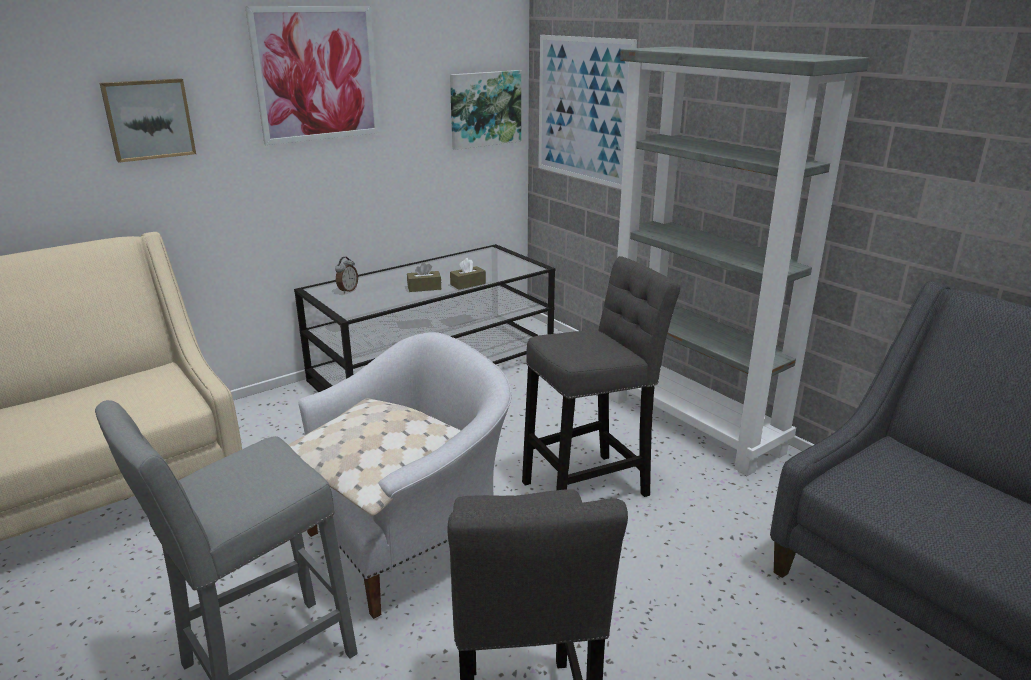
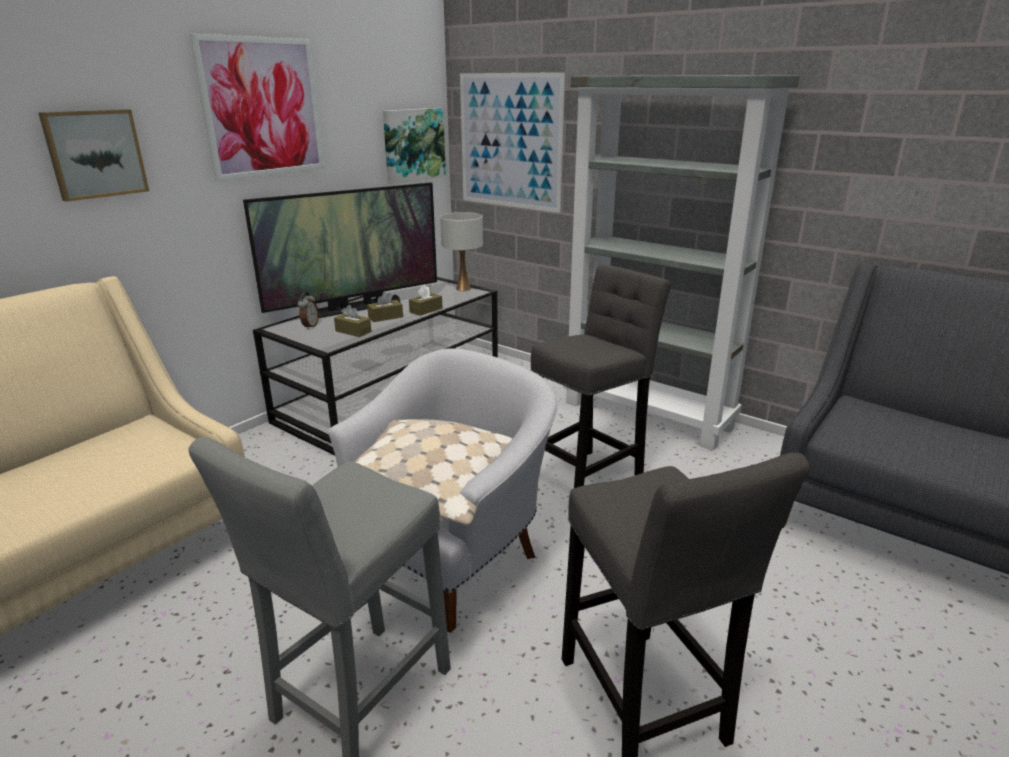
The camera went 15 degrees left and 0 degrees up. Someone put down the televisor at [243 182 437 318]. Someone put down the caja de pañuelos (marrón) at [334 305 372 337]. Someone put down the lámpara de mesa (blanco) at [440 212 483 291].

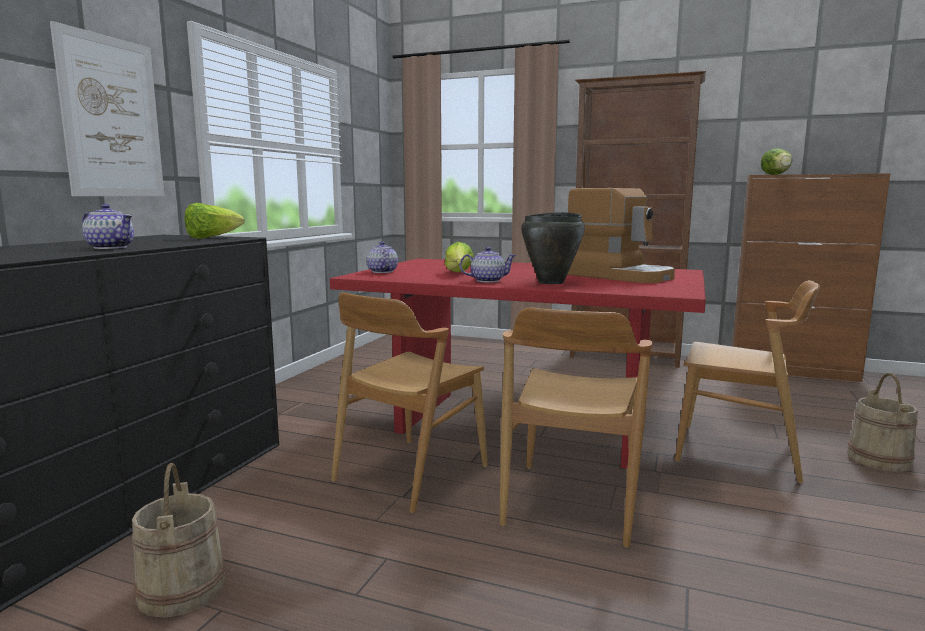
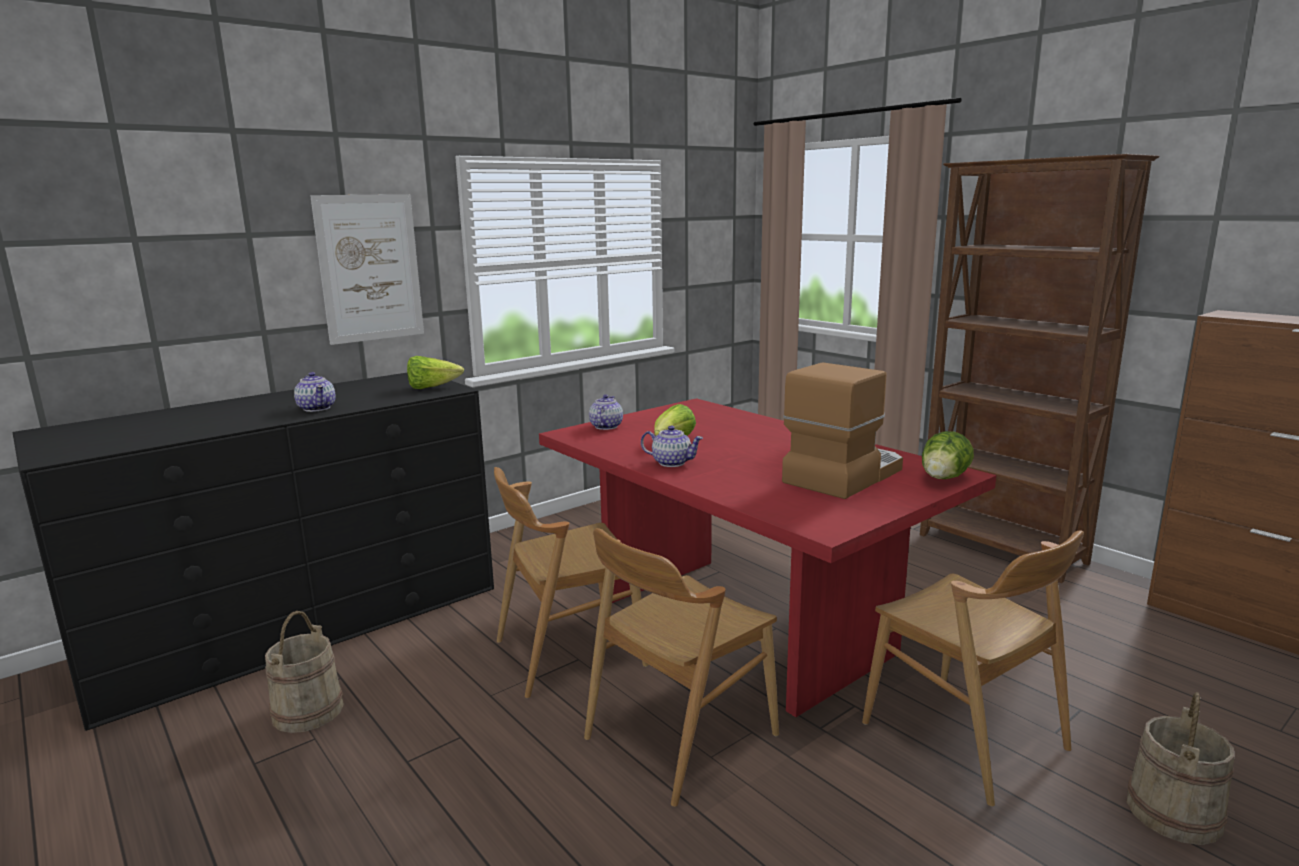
The camera went 30 degrees right and 5 degrees up. Someone took away the olla (negro) at [521 212 585 284]. Someone carried the lechuga from [761 148 792 175] to [922 431 974 479]. Someone rotated the cafetera at [567 188 675 283] by 120 degrees counterclockwise.

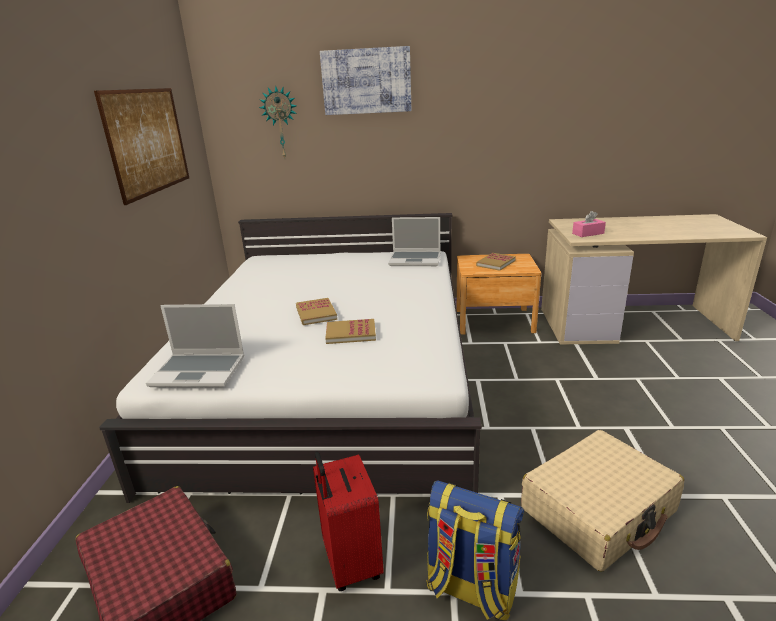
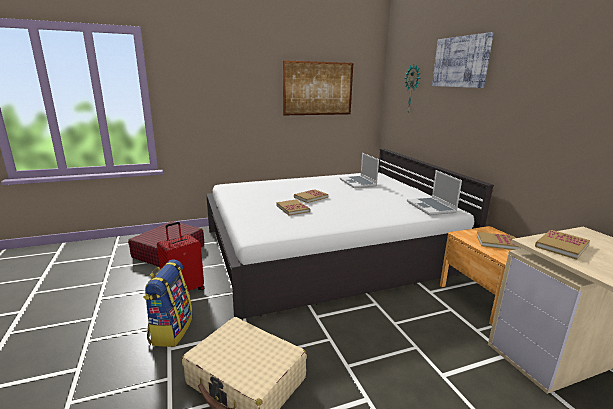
The camera went 65 degrees right and 5 degrees down. Someone carried the portátil from [146 304 245 387] to [340 153 379 188]. Someone swapped the caja de pañuelos (rosa) at [572 211 606 237] for the libro at [535 230 590 260].

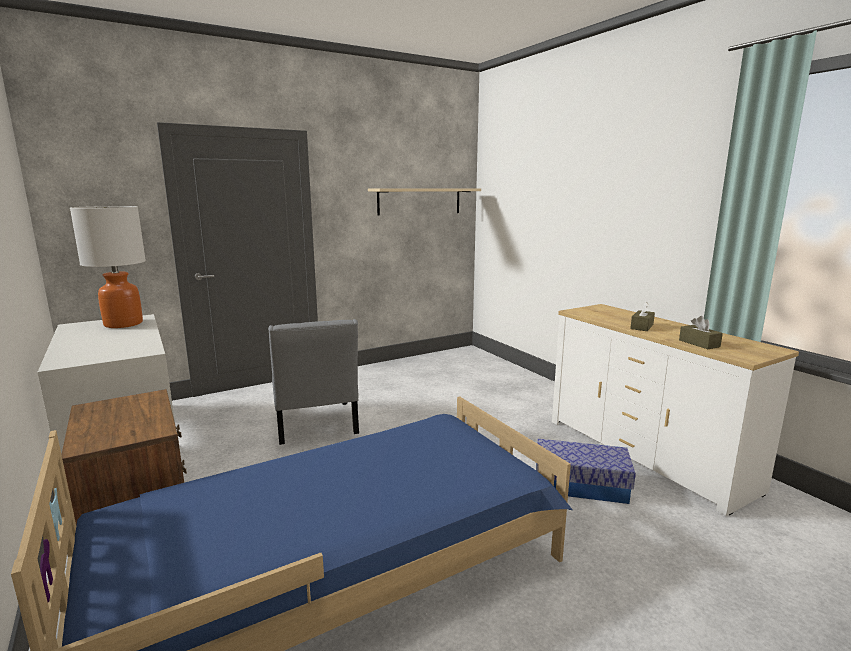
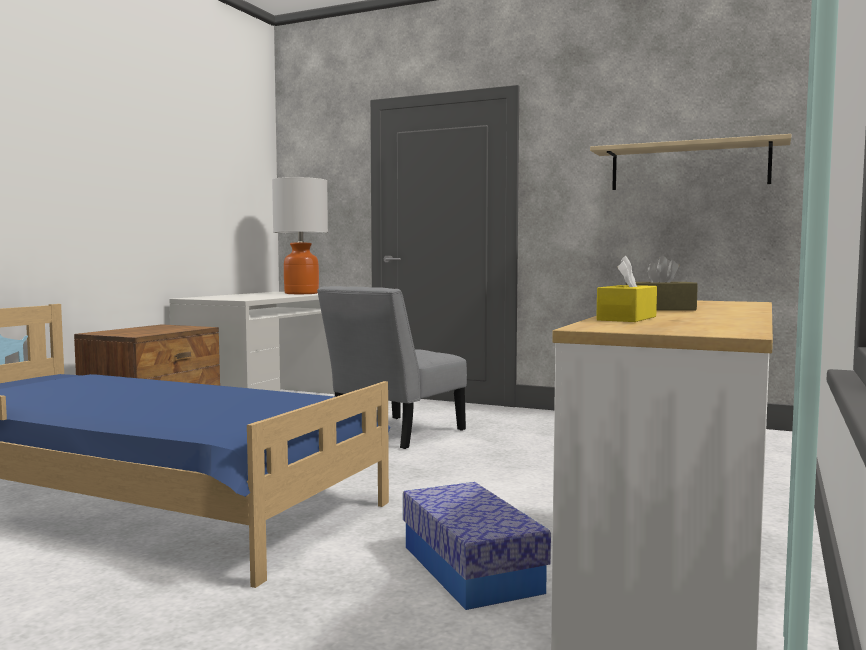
The camera went 55 degrees right and 10 degrees down. Someone repainted the caja de pañuelos (marrón) at [679 316 723 349], which became the caja de pañuelos (amarillo) at [596 256 657 322].

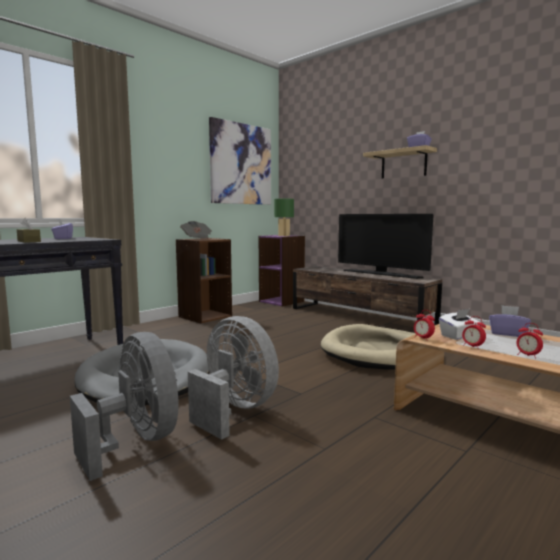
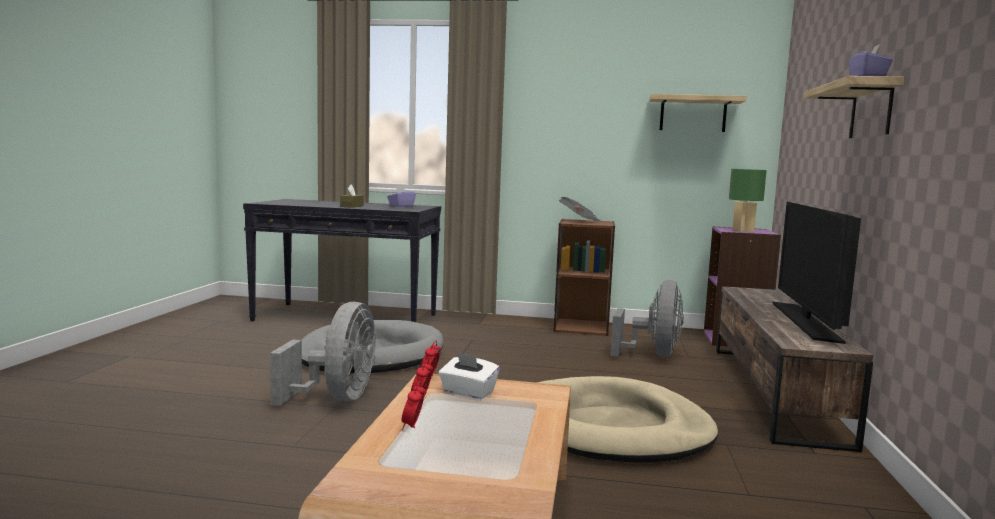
The camera went 55 degrees right and 0 degrees up. Someone took away the caja de pañuelos (morado) at [489 305 531 337]. Someone carried the ventilador (gris) from [70 332 178 481] to [610 280 684 357]. Someone swapped the cuadro at [209 117 271 205] for the estante at [649 94 747 132].

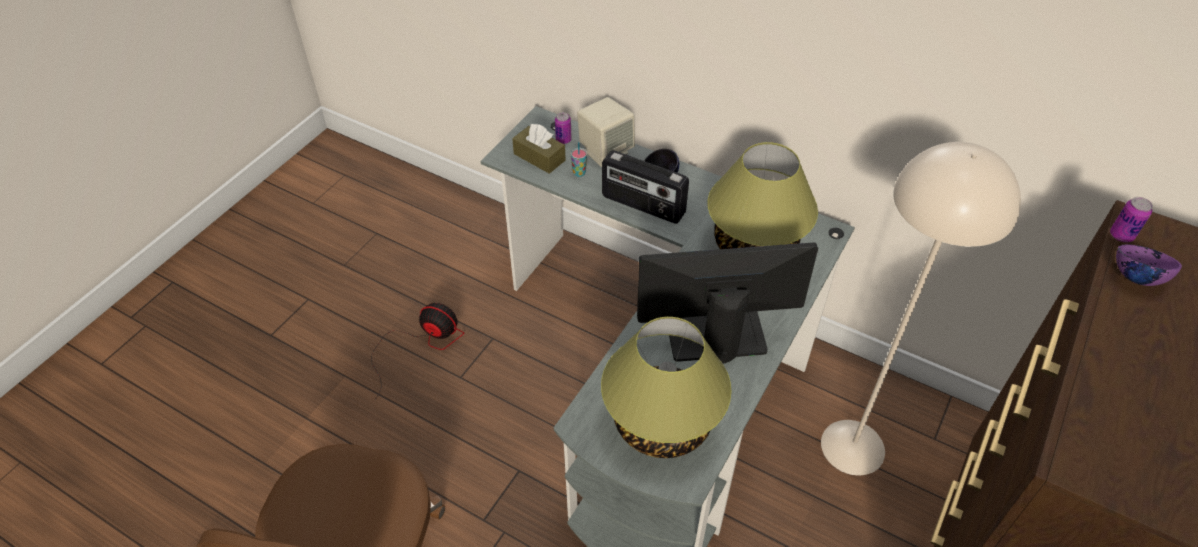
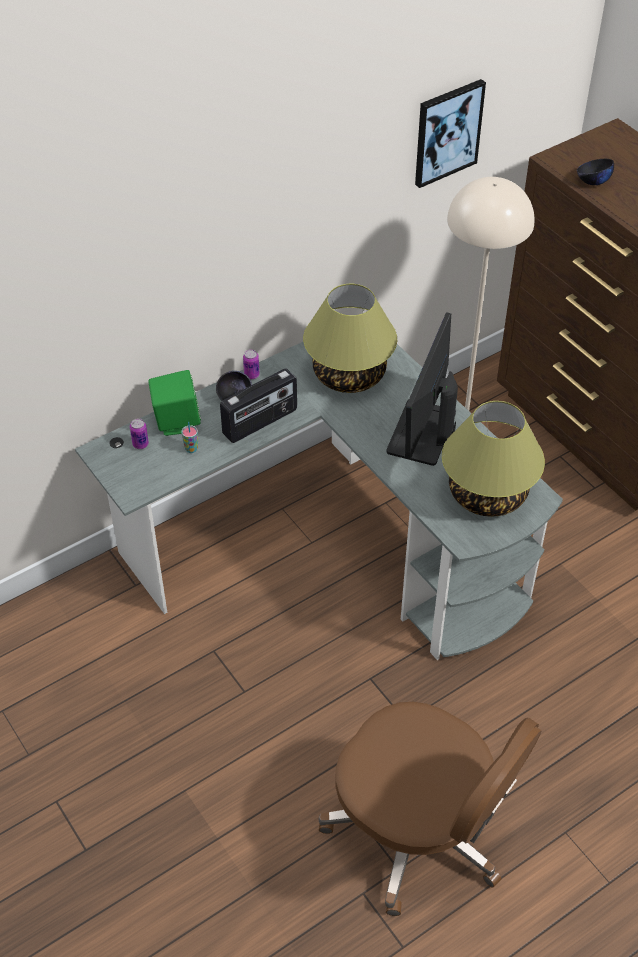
The camera went 65 degrees left and 0 degrees up. Someone took away the ventilador at [371 303 464 401]. Someone took away the caja de pañuelos (marrón) at [512 124 566 174]. Someone put up the cuadro at [415 79 486 188]. Someone carried the lata from [1110 197 1153 243] to [243 349 260 379]. Someone repainted the altavoz (beis) at [577 97 635 167], which became the altavoz (verde) at [148 370 201 436]. Someone repainted the cuenco (morado) at [1116 244 1182 286], which became the cuenco (negro) at [577 159 614 185].

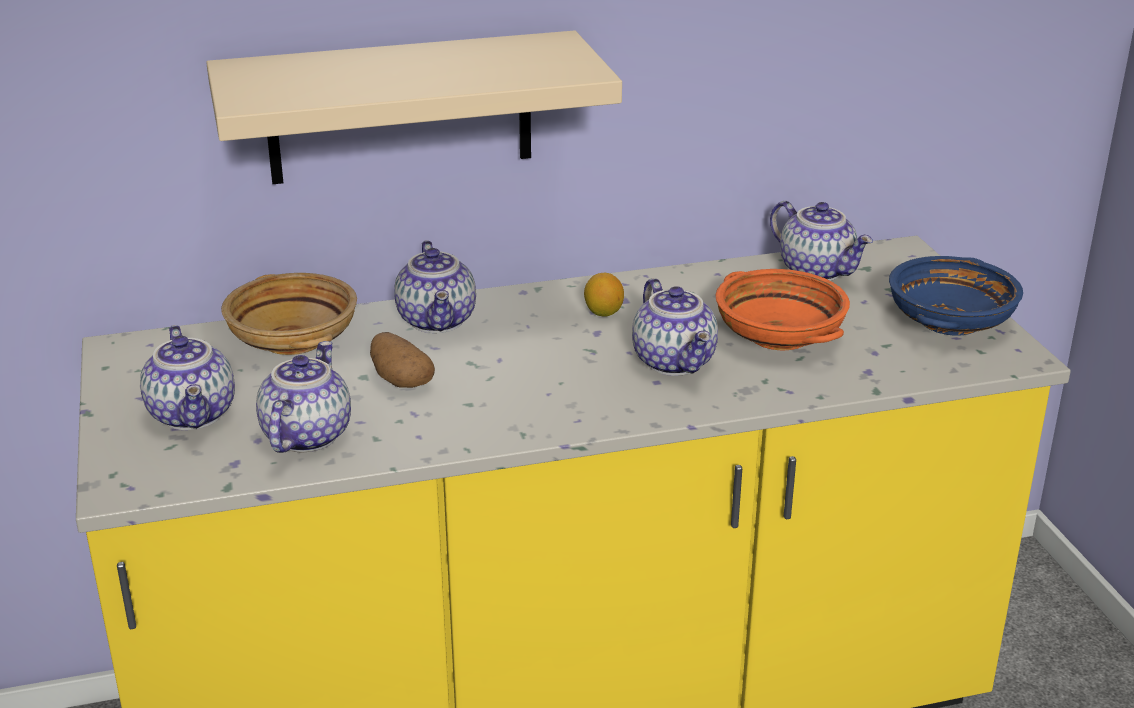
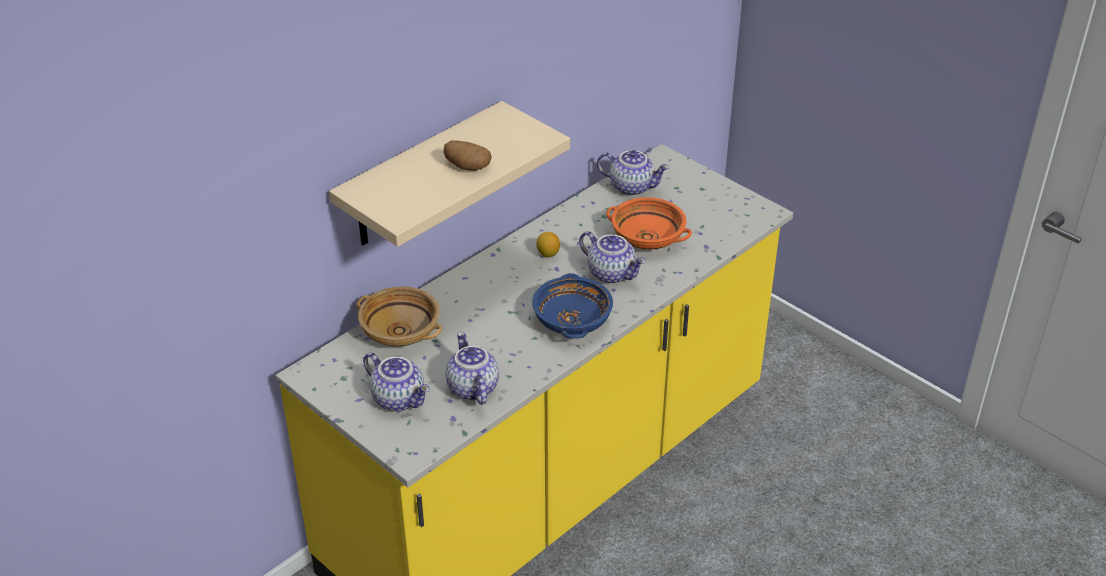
The camera went 30 degrees left and 10 degrees up. Someone took away the tetera at [394 241 476 333]. Someone carried the patata from [370 332 435 388] to [443 140 492 171]. Someone carried the cuenco (azul) from [889 256 1023 336] to [532 273 613 338].

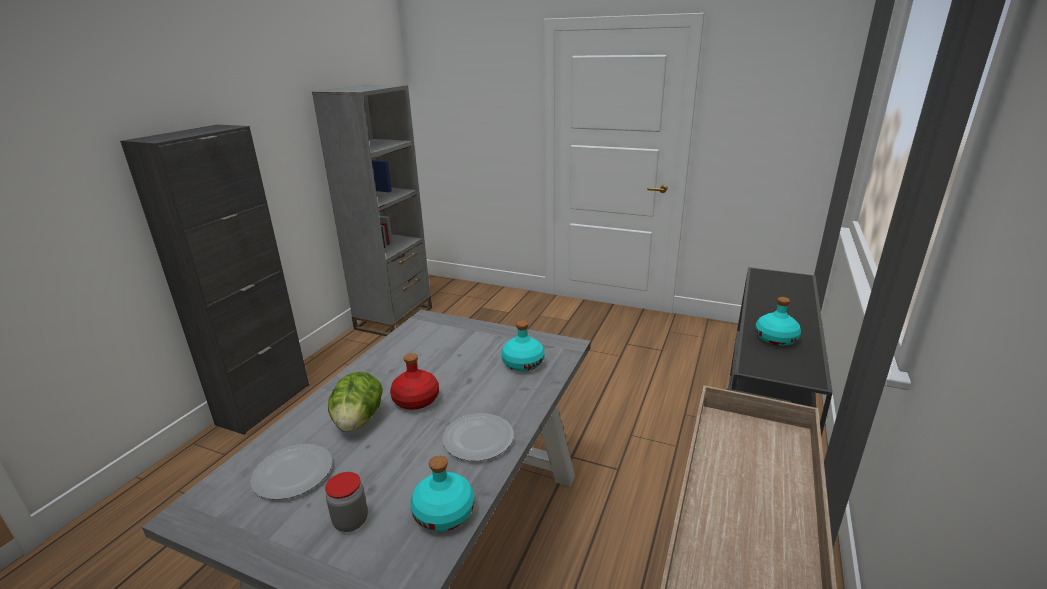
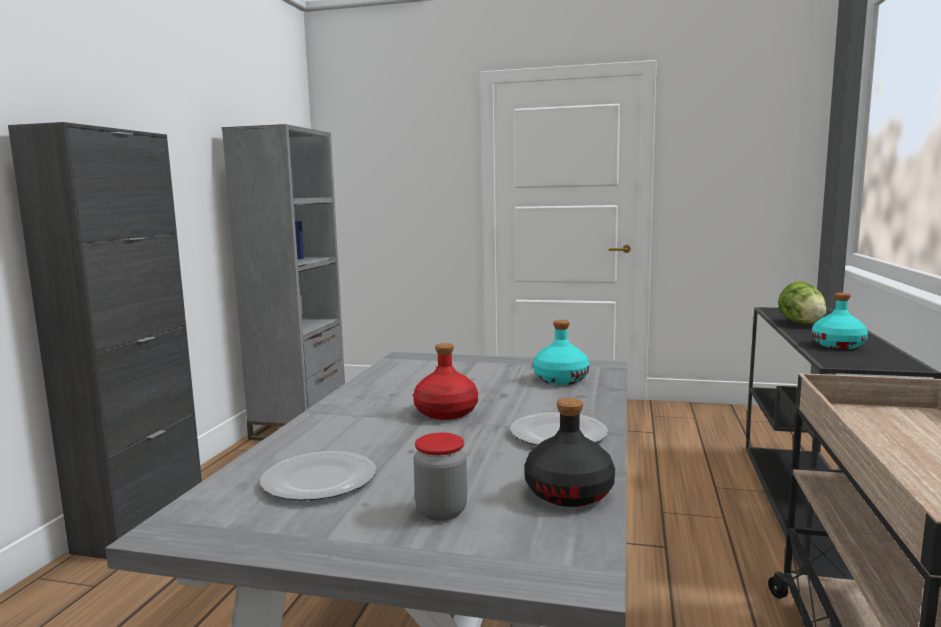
The camera went 10 degrees left and 15 degrees down. Someone carried the lechuga from [328 372 383 432] to [778 281 827 324]. Someone repainted the botella (turquesa) at [410 456 474 532], which became the botella (negro) at [524 398 615 507].

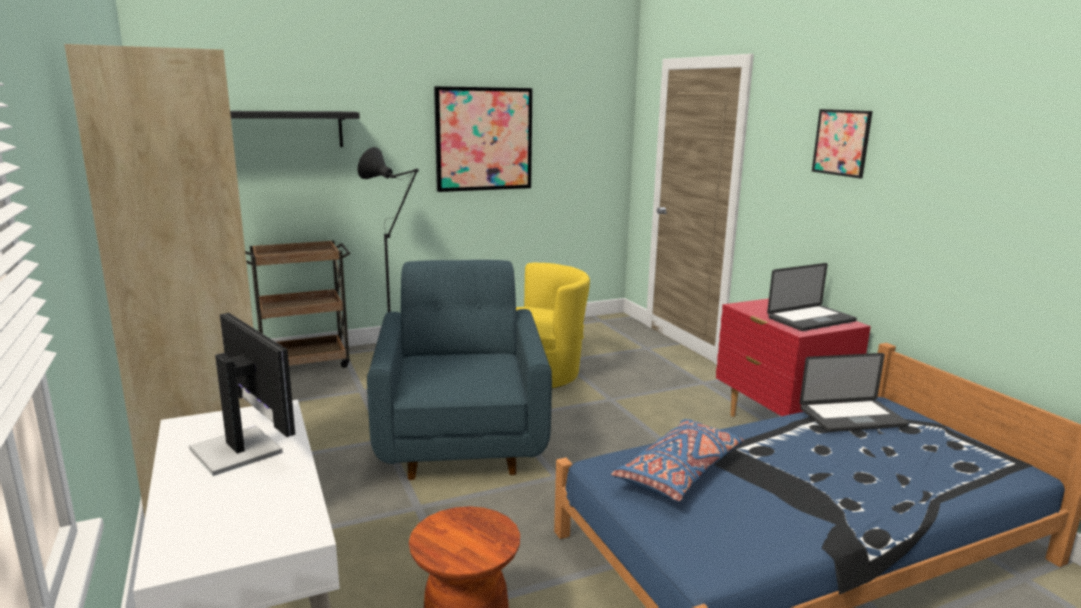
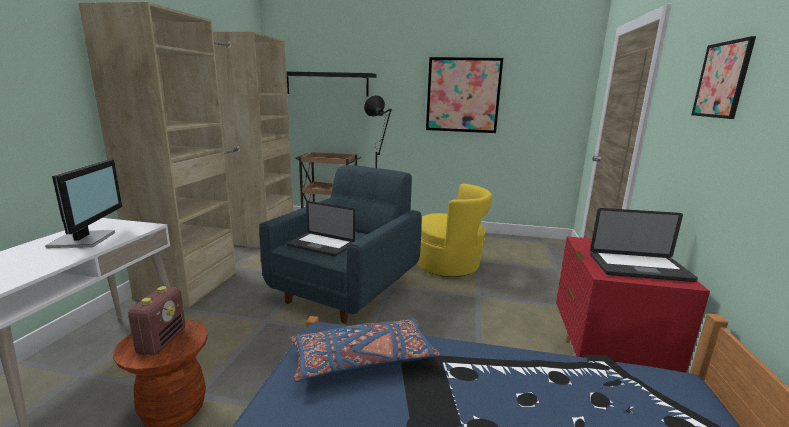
The camera went 35 degrees right and 0 degrees up. Someone put down the radio at [128 286 186 355]. Someone carried the portátil from [800 353 909 432] to [287 201 355 257].

